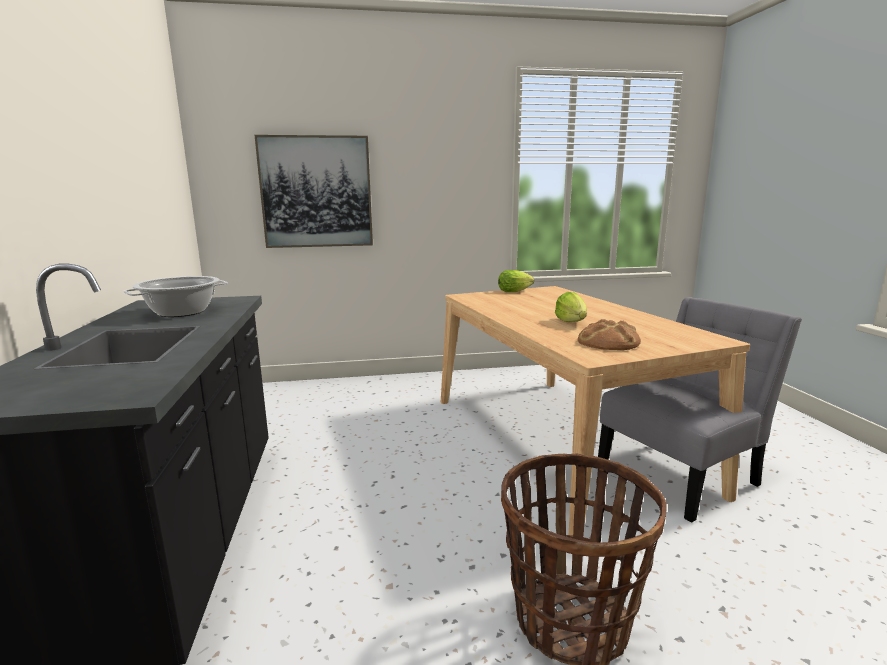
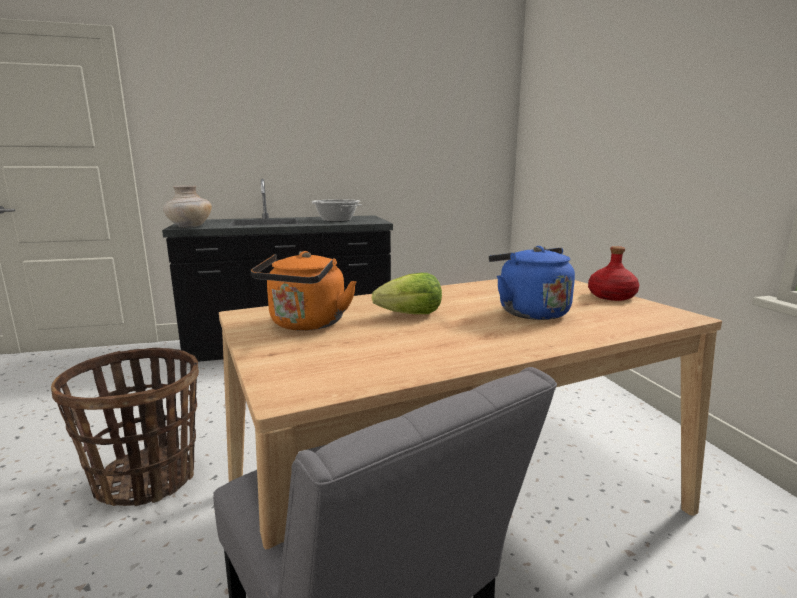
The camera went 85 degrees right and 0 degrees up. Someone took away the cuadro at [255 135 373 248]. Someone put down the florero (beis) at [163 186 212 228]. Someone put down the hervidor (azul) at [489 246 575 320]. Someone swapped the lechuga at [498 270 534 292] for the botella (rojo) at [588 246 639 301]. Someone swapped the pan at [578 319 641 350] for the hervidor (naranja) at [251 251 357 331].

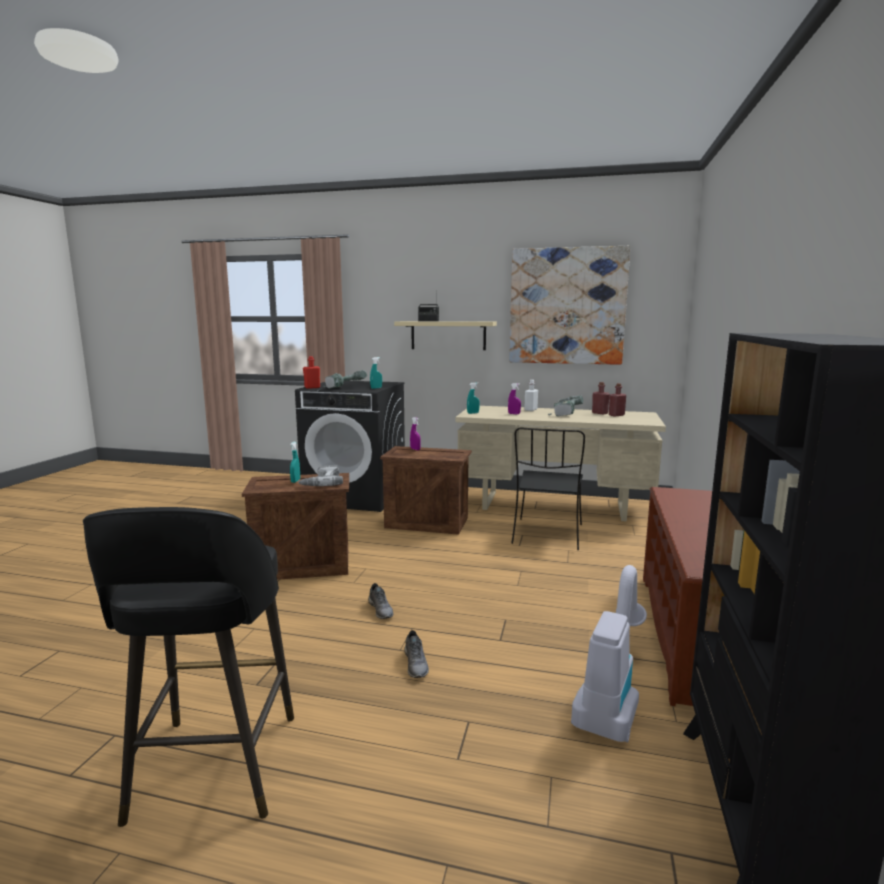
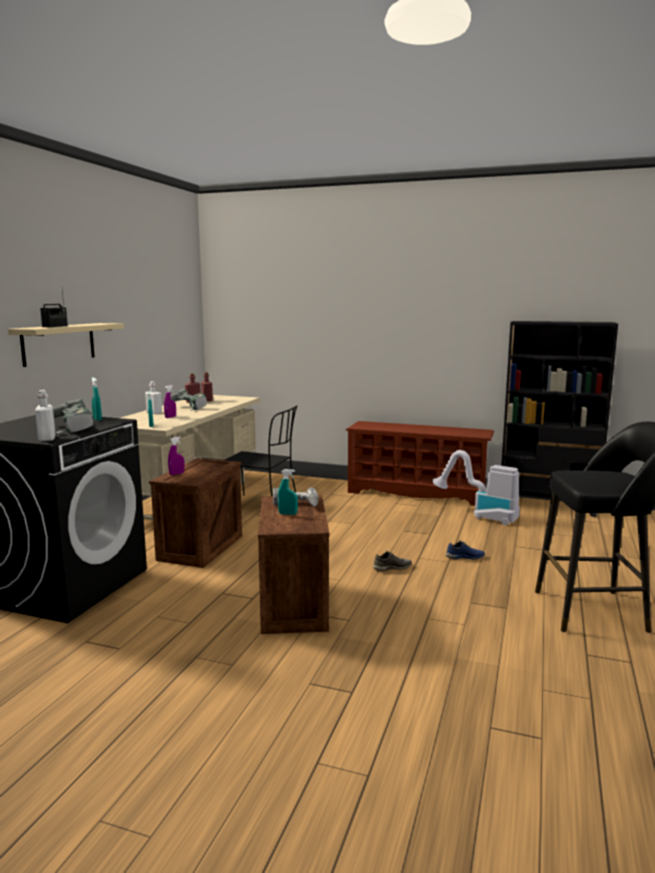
The camera went 85 degrees left and 0 degrees up. Someone took away the cuadro at [509 246 630 365]. Someone repainted the botella (rojo) at [303 356 320 389], which became the botella (blanco) at [35 390 56 441]. Someone repainted the zapato (gris) at [404 630 429 678], which became the zapato (azul) at [446 540 485 559].

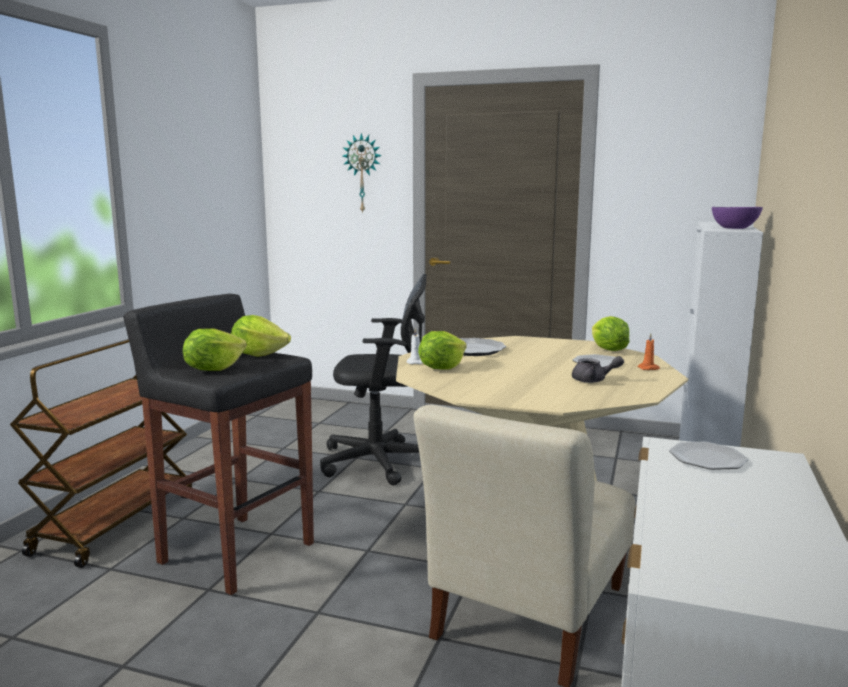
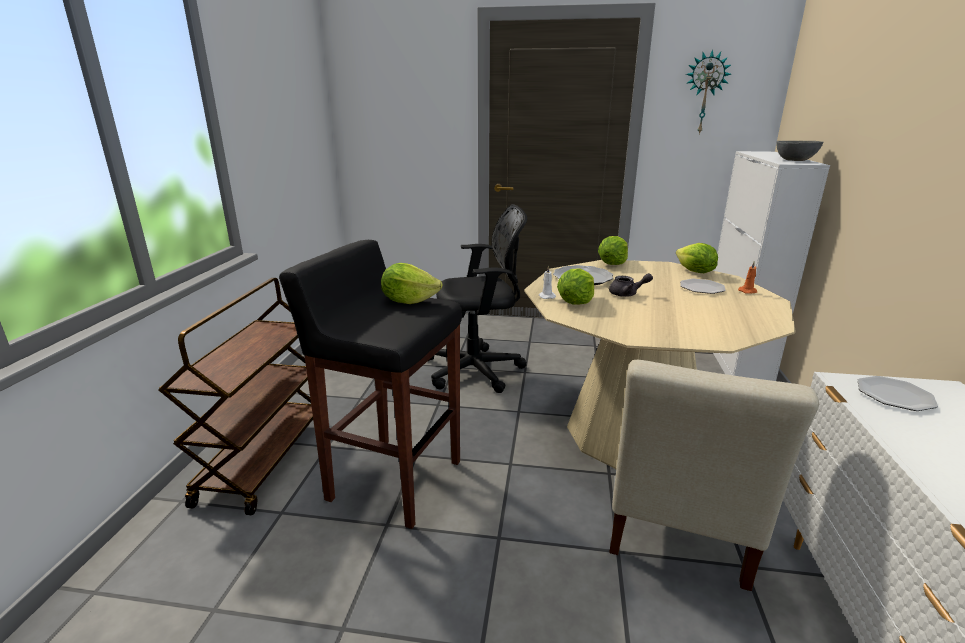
The camera went 10 degrees left and 10 degrees up. Someone carried the lechuga from [183 328 247 371] to [598 236 628 265]. Someone carried the reloj de pared from [343 133 382 214] to [686 49 731 135]. Someone carried the tetera (gris) from [572 356 624 383] to [609 273 653 297]. Someone repainted the cuenco (morado) at [712 207 763 229], which became the cuenco (gris) at [776 141 823 161].

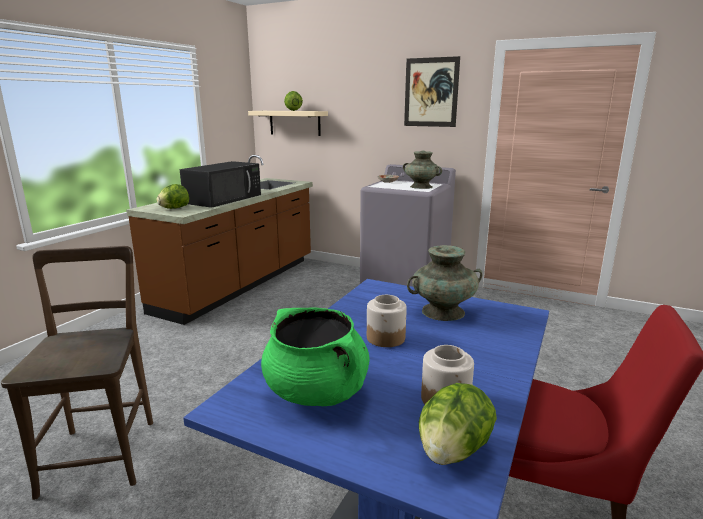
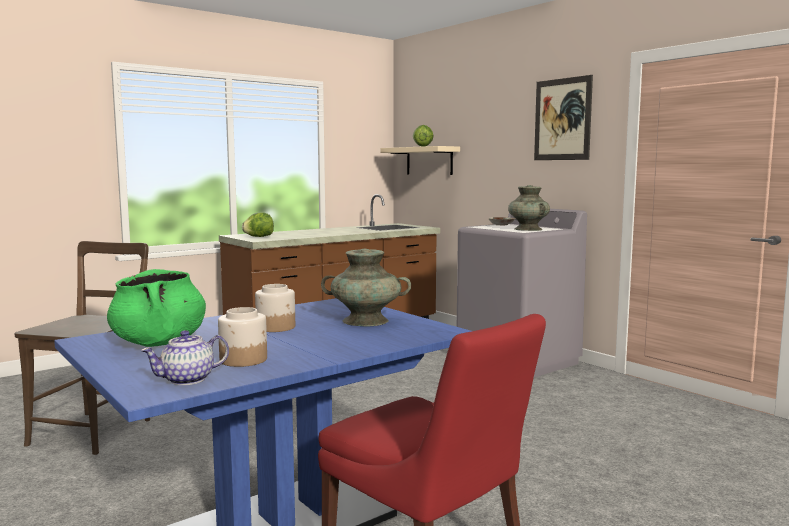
The camera went 25 degrees right and 10 degrees down. Someone took away the microondas (negro) at [180 161 261 208]. Someone swapped the lechuga at [419 383 497 465] for the tetera at [141 330 229 385].

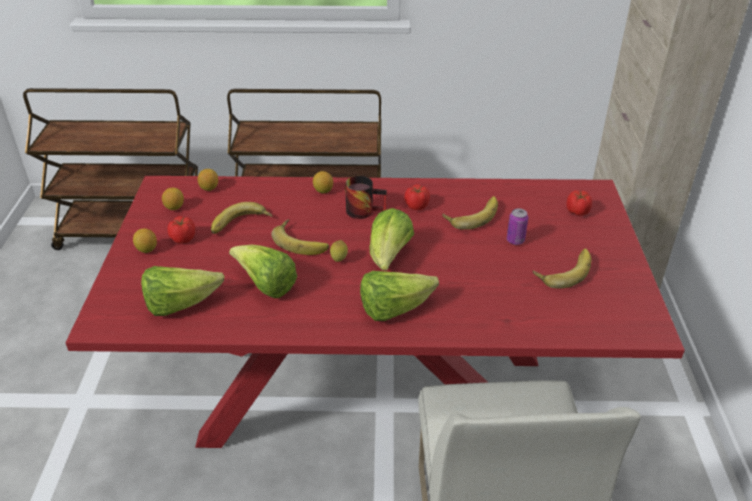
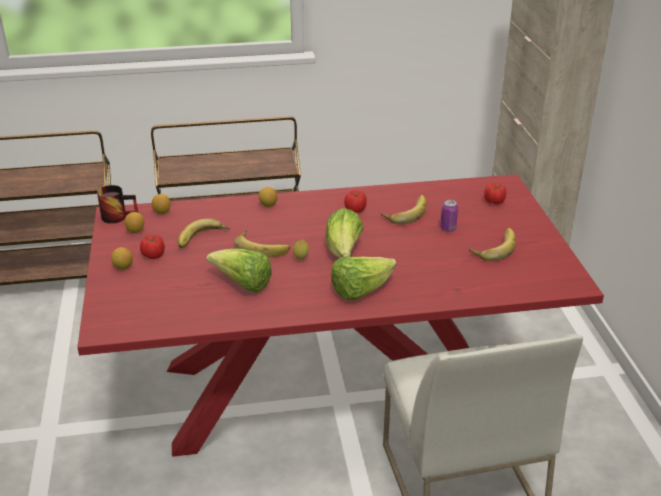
The camera went 10 degrees left and 5 degrees down. Someone took away the lechuga at [141 266 225 316]. Someone carried the taza grande from [345 176 387 219] to [97 185 138 224].

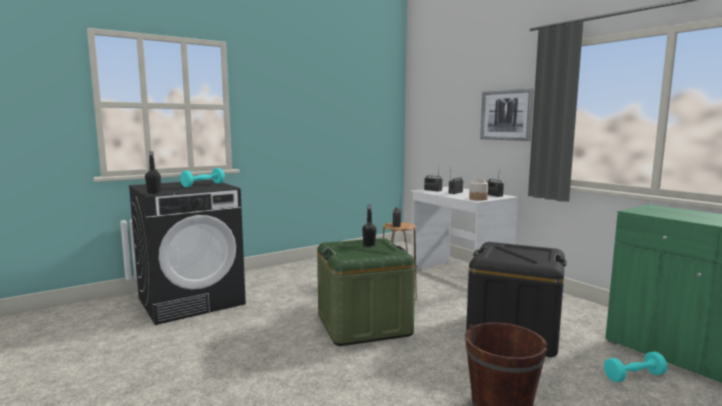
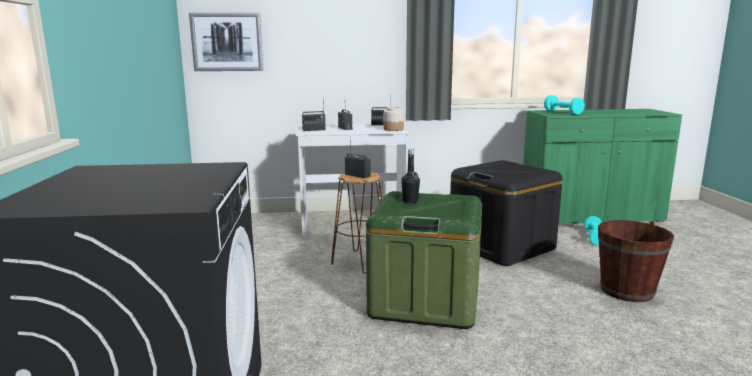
The camera went 60 degrees left and 5 degrees up. Someone took away the botella (negro) at [145 151 161 194]. Someone carried the mancuerna (turquesa) from [180 168 225 187] to [544 95 585 115]. Someone carried the cuadro from [480 88 534 141] to [189 13 263 71].

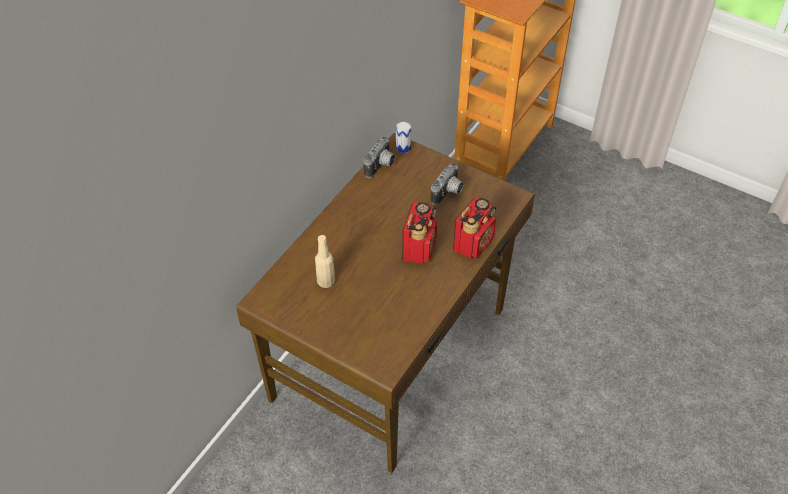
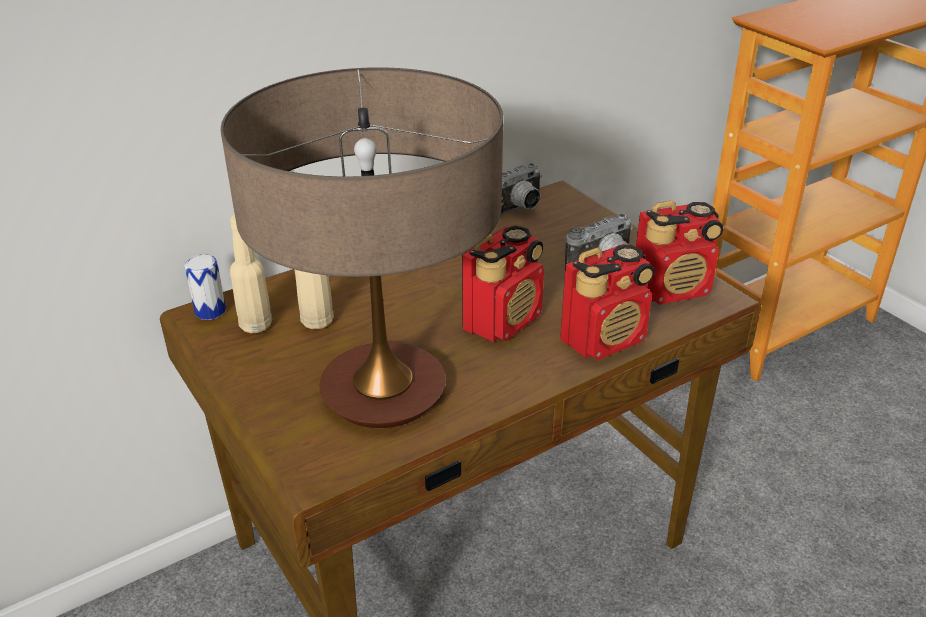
The camera went 25 degrees right and 15 degrees down. Someone put down the lámpara de mesa at [221 67 503 428]. Someone put down the botella (beis) at [230 215 272 333]. Someone put down the radio at [636 201 723 305]. Someone carried the lata from [396 121 412 153] to [184 254 226 320].

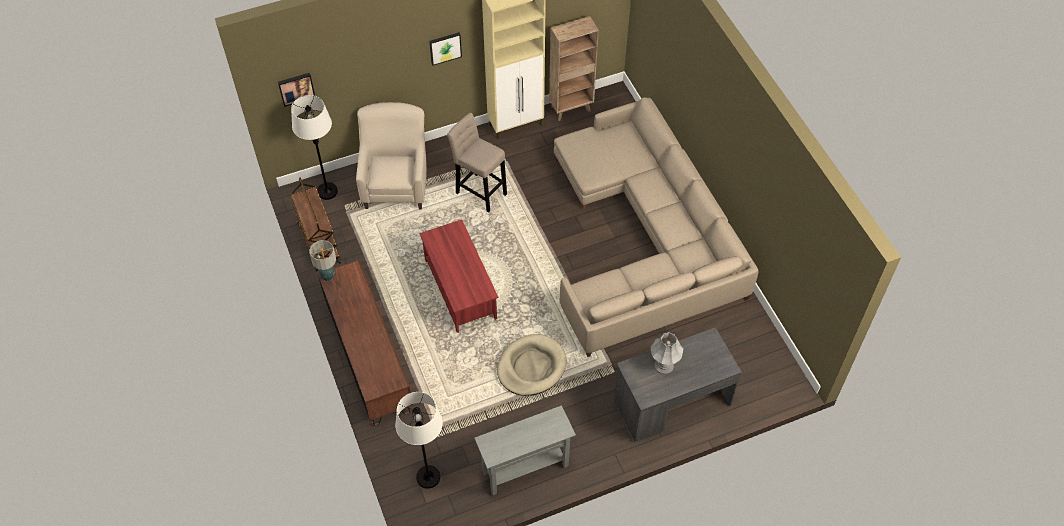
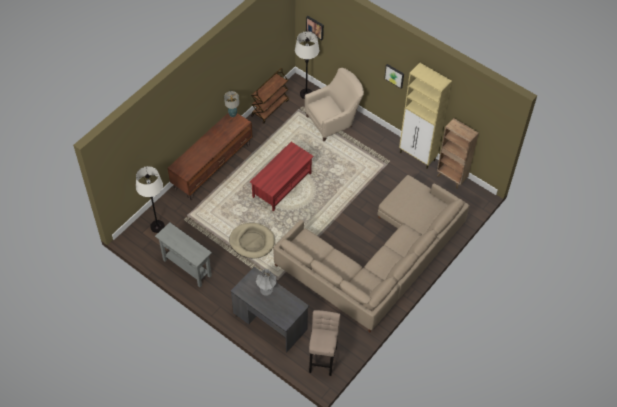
The camera went 60 degrees right and 0 degrees up. Someone carried the taburete (beis) from [447 113 507 213] to [309 310 341 376].

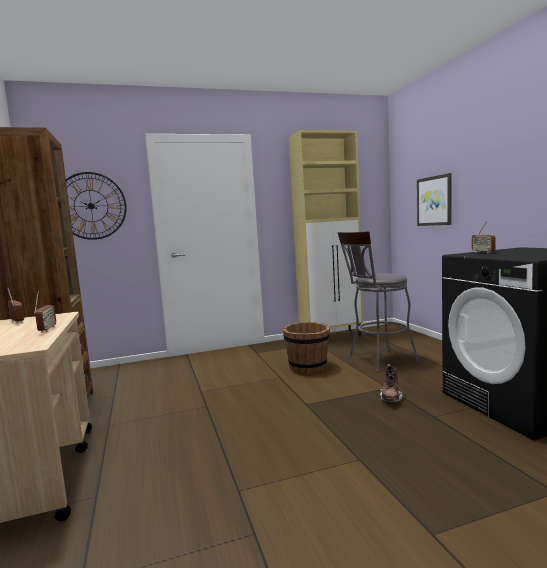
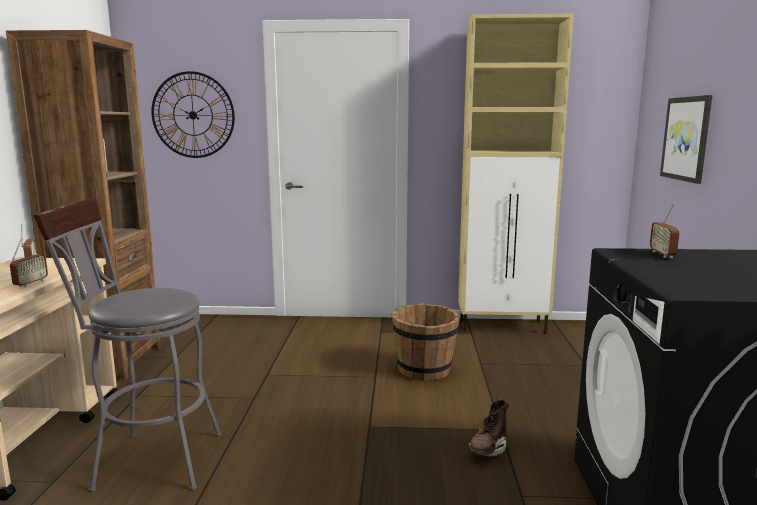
The camera went 20 degrees right and 5 degrees up. Someone carried the taburete (gris) from [337 231 420 372] to [34 198 221 492].

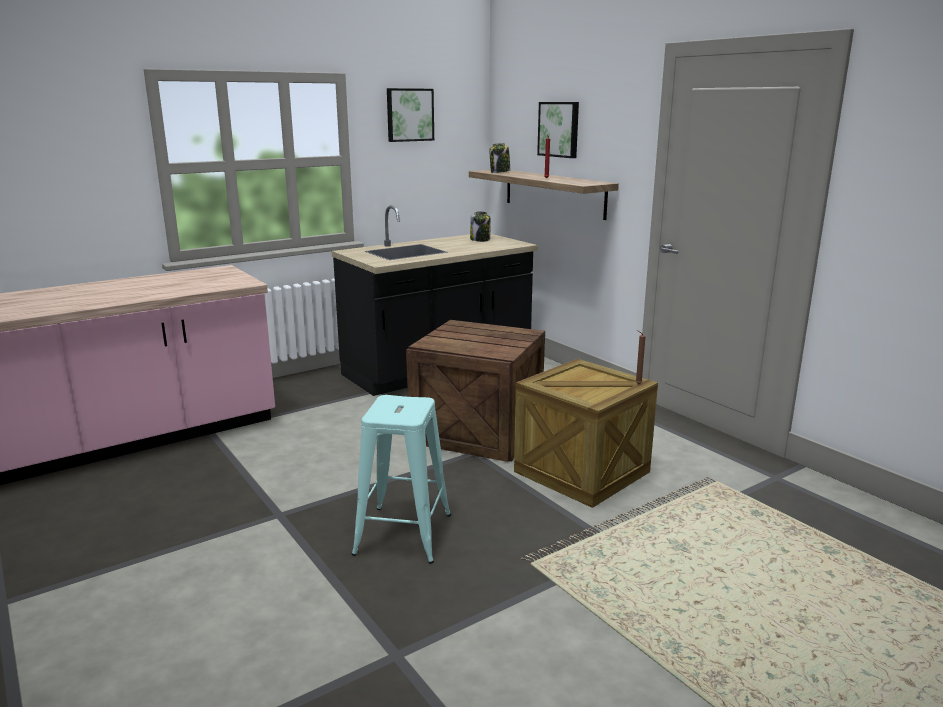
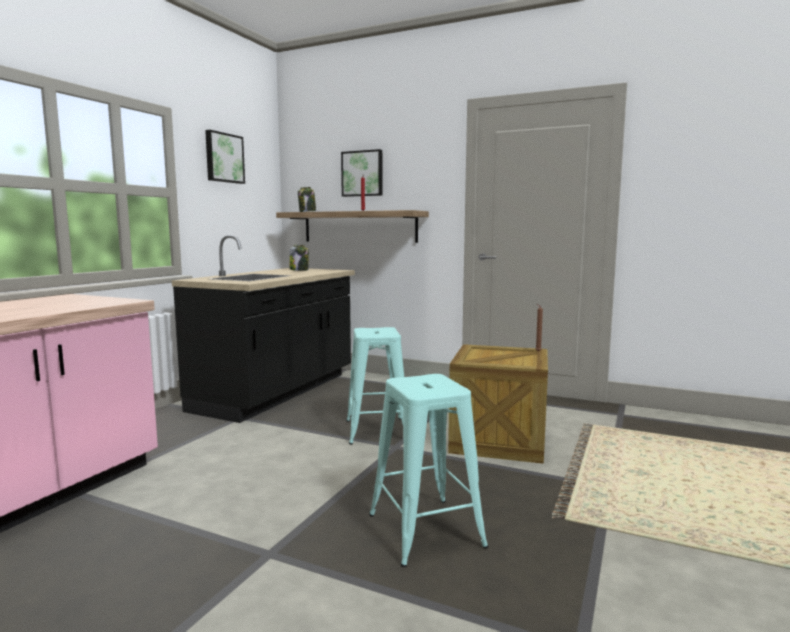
The camera went 30 degrees left and 10 degrees down. Someone swapped the caja de embalaje at [406 320 545 462] for the taburete (turquesa) at [346 327 404 445].

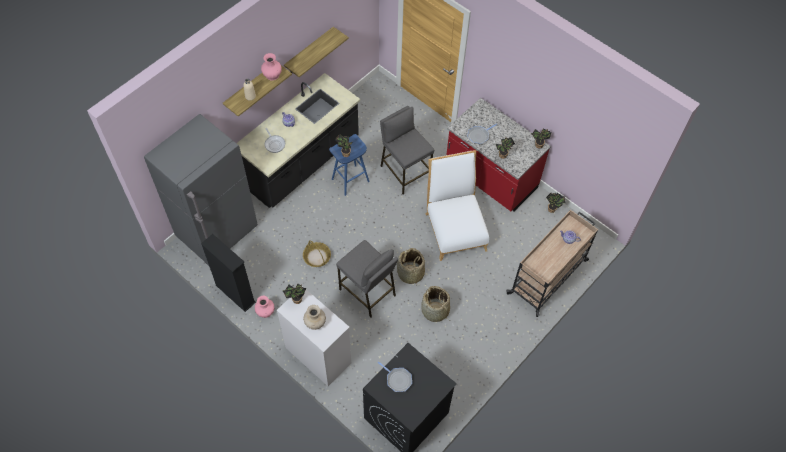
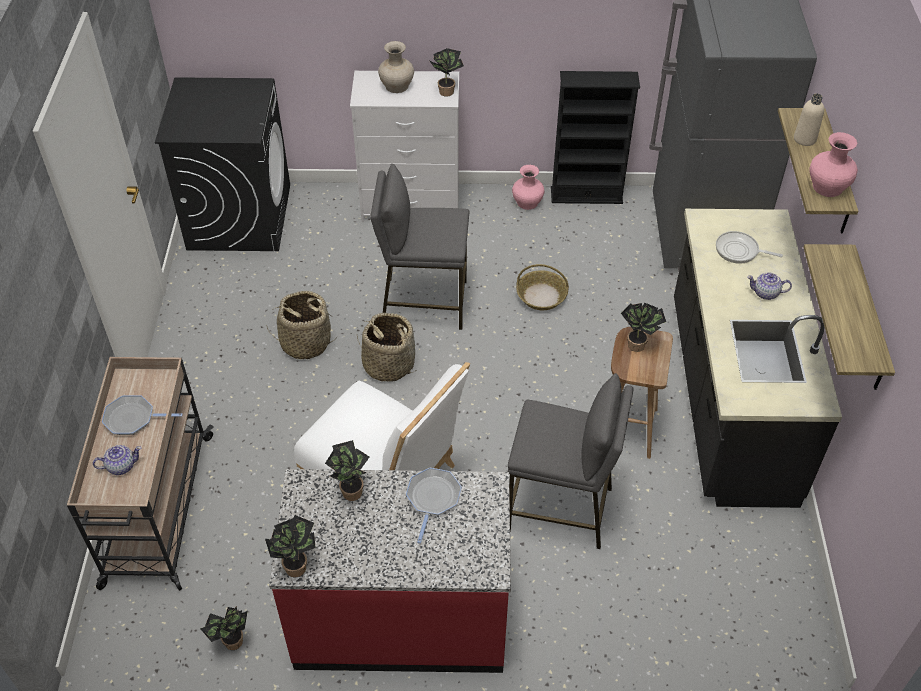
The camera went 140 degrees right and 10 degrees down. Someone carried the sartén from [378 362 412 392] to [102 395 183 435]. Someone repainted the taburete (azul) at [329 134 369 196], which became the taburete (marrón) at [611 327 673 459].

